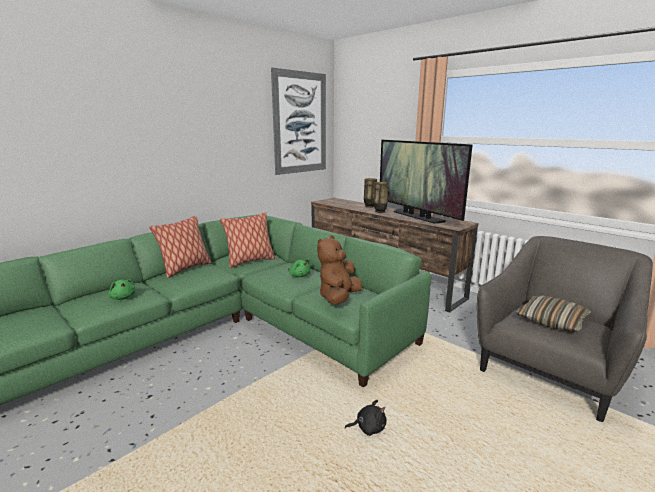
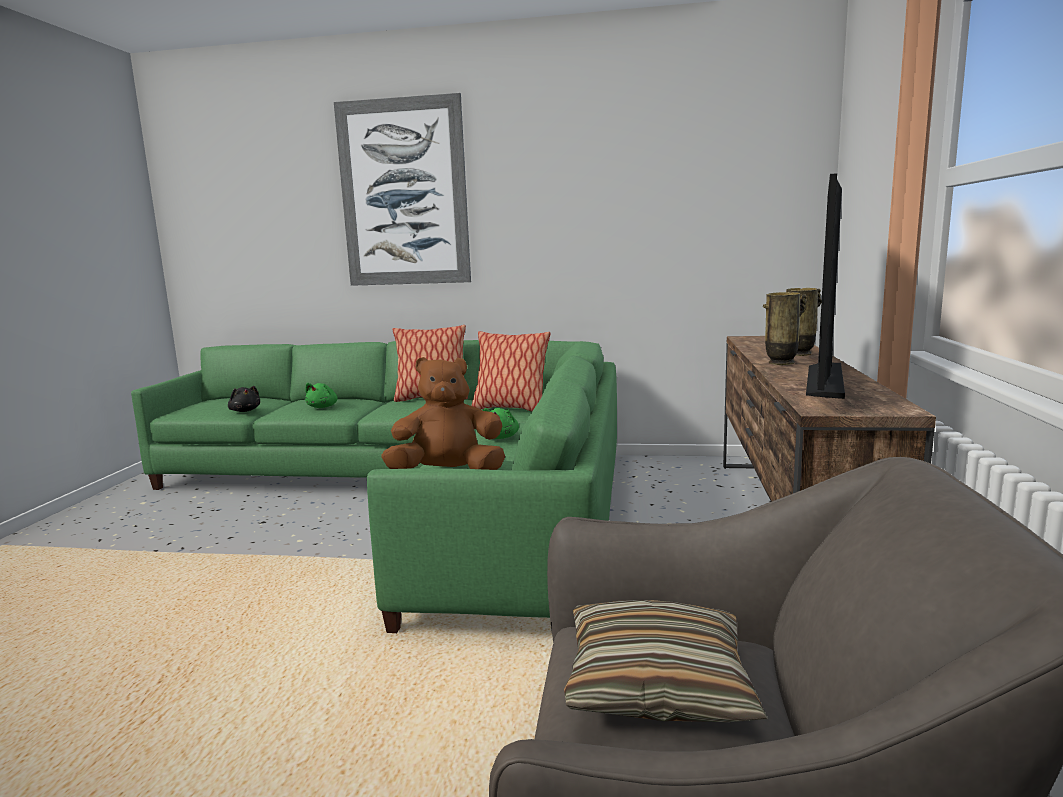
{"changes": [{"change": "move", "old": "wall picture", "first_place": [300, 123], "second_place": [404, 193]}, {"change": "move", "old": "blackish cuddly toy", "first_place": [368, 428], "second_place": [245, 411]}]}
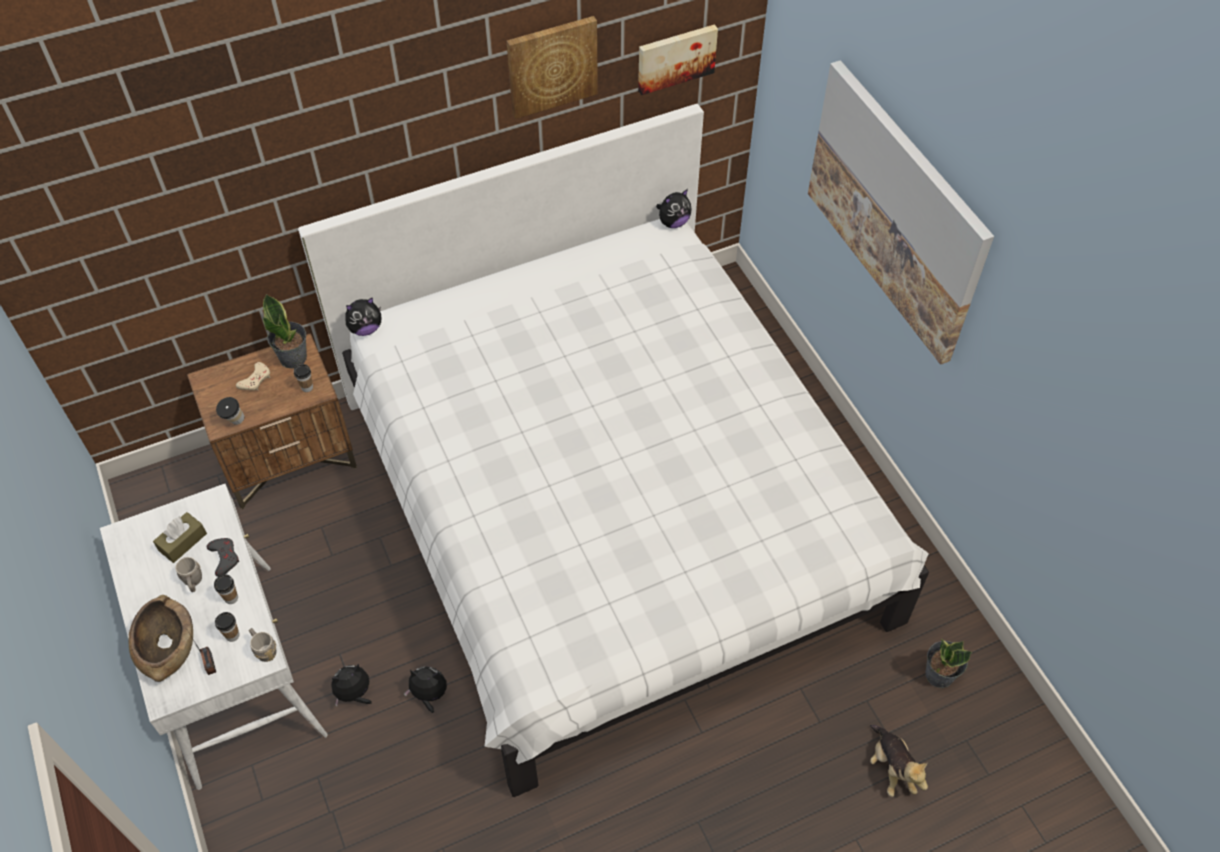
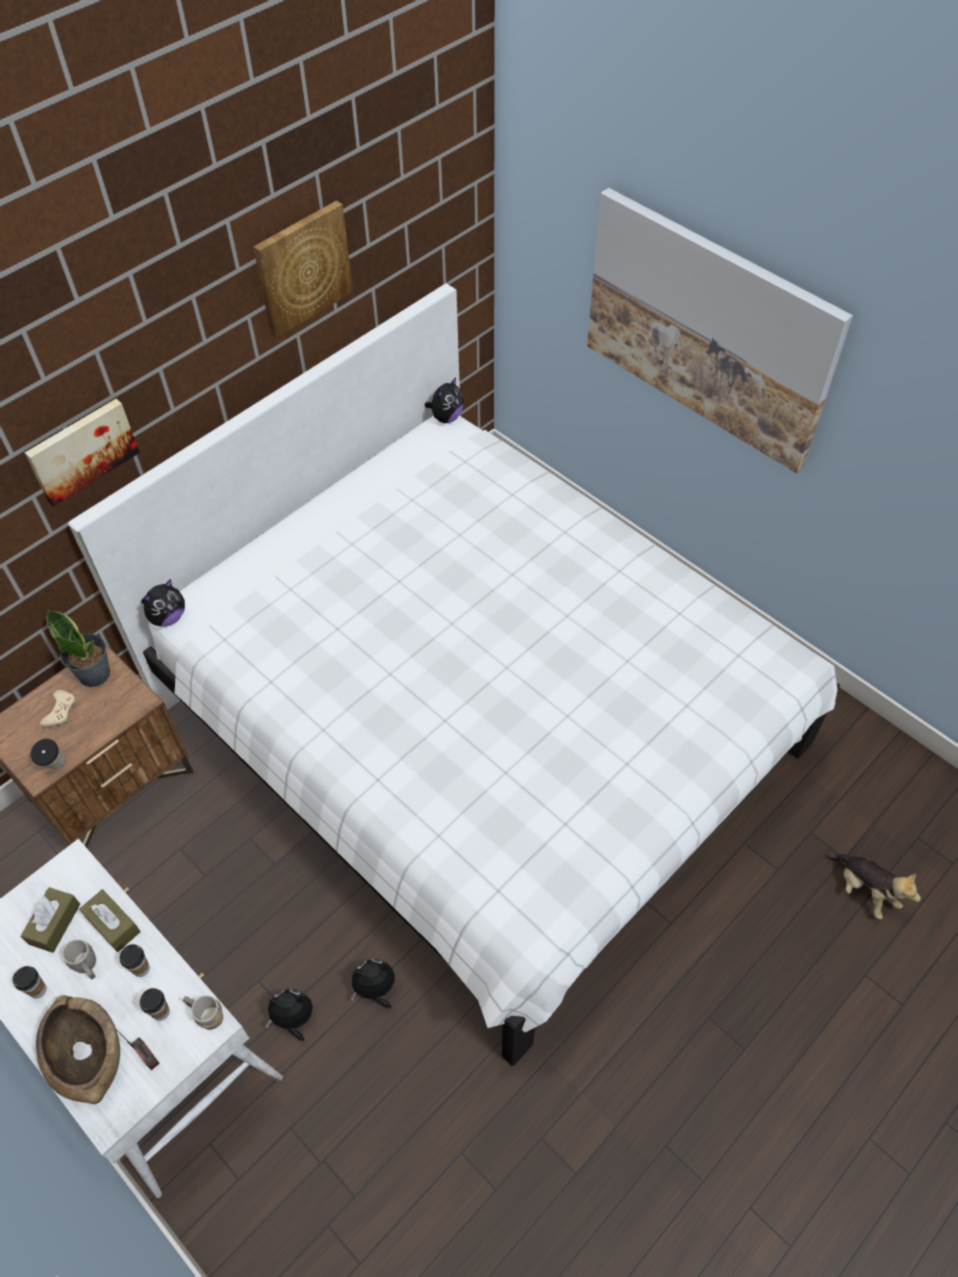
{"changes": [{"change": "delete", "old": "houseplant", "first_place": [939, 674]}, {"change": "move", "old": "small cup", "first_place": [307, 387], "second_place": [38, 990]}, {"change": "move", "old": "wall picture", "first_place": [675, 57], "second_place": [81, 450]}, {"change": "replace", "old": "gray joypad", "new": "brown-coloured tissue holder", "first_place": [224, 557], "second_place": [113, 924]}, {"change": "rotate", "old": "cuddly toy", "first_place": [354, 694], "second_place": [293, 1019], "degrees": 45}]}
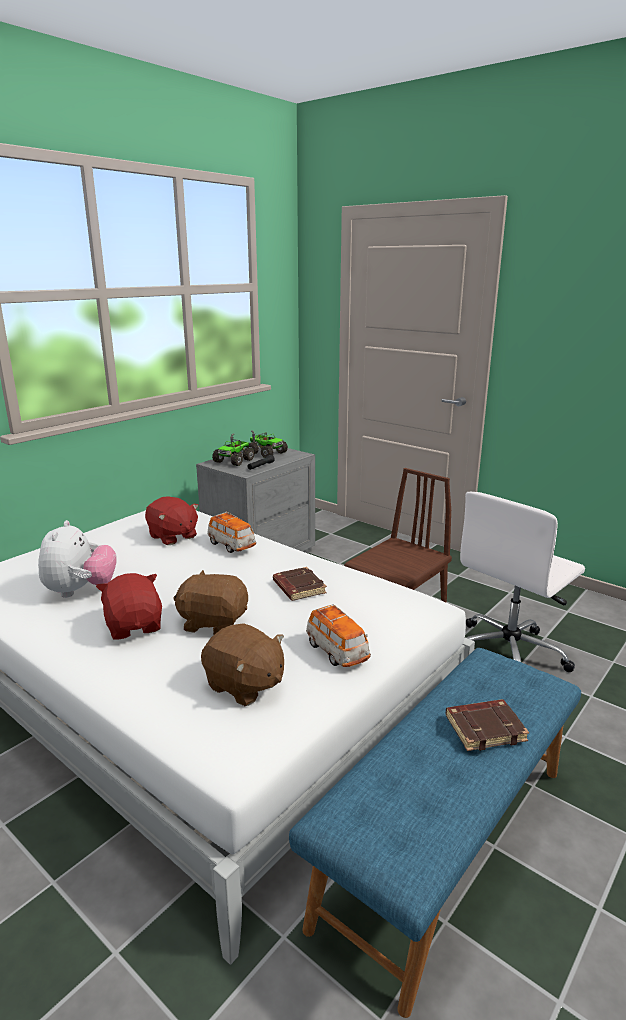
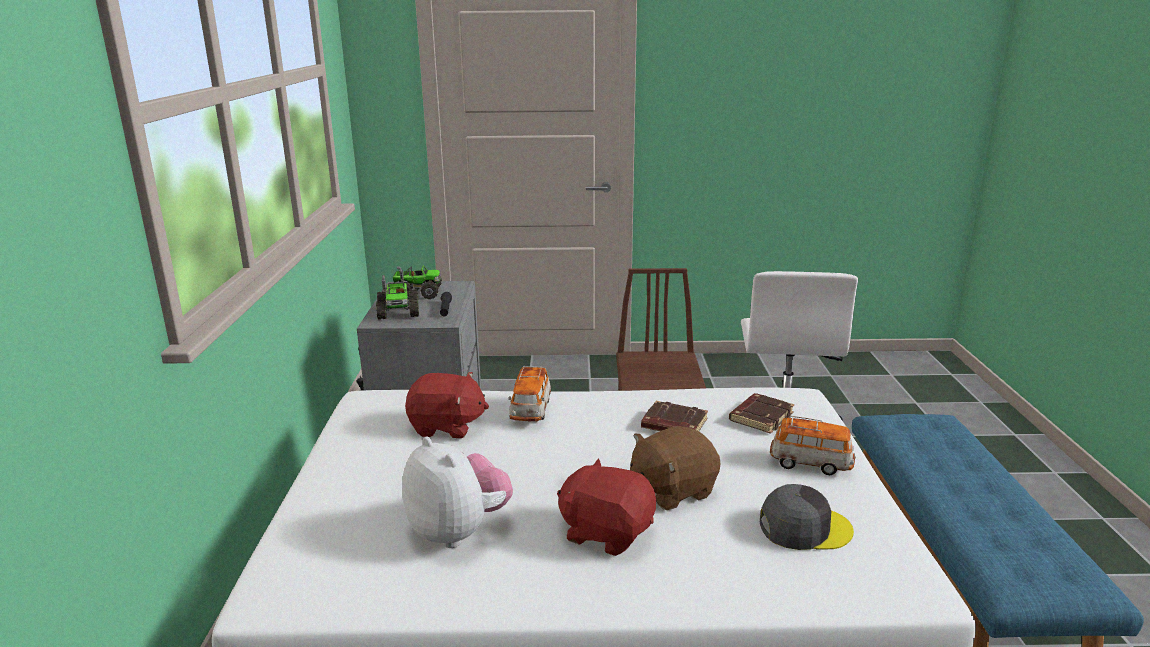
{"changes": [{"change": "move", "old": "brown-coloured volume", "first_place": [485, 728], "second_place": [760, 417]}, {"change": "replace", "old": "brown-coloured cuddly toy", "new": "gray cap", "first_place": [244, 685], "second_place": [804, 528]}, {"change": "rotate", "old": "model car", "first_place": [231, 545], "second_place": [530, 411], "degrees": 90}]}
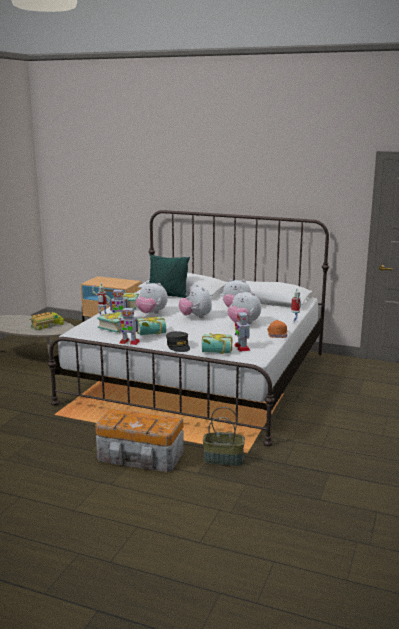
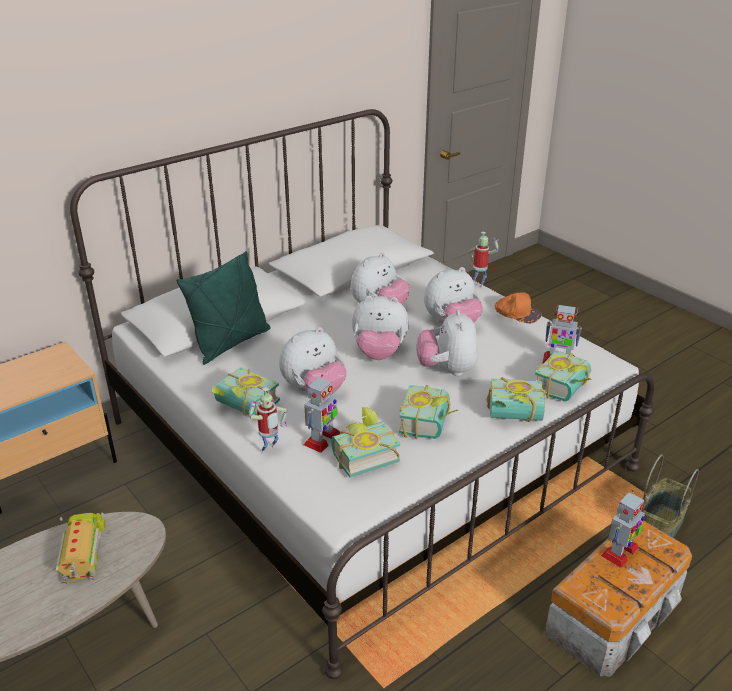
{"changes": [{"change": "insert", "new": "cuddly toy", "second_place": [447, 369]}, {"change": "move", "old": "robot figure", "first_place": [129, 342], "second_place": [620, 552]}, {"change": "replace", "old": "gray cap", "new": "volume", "first_place": [178, 346], "second_place": [514, 416]}]}
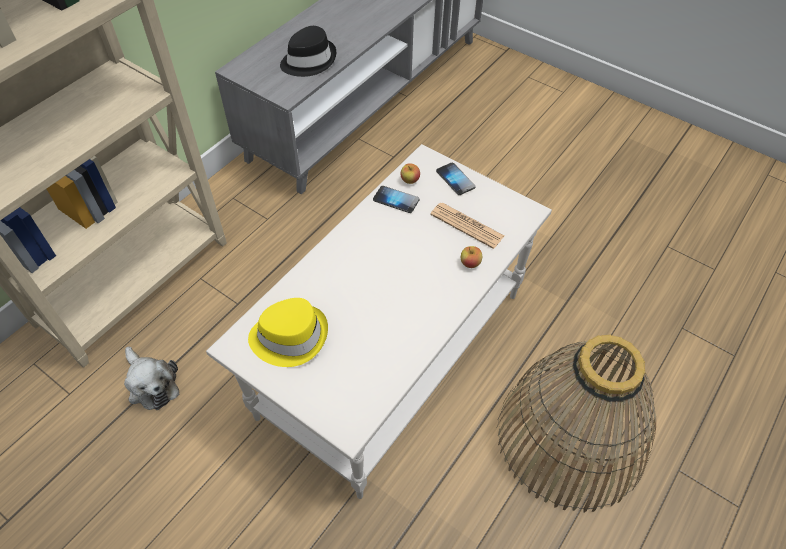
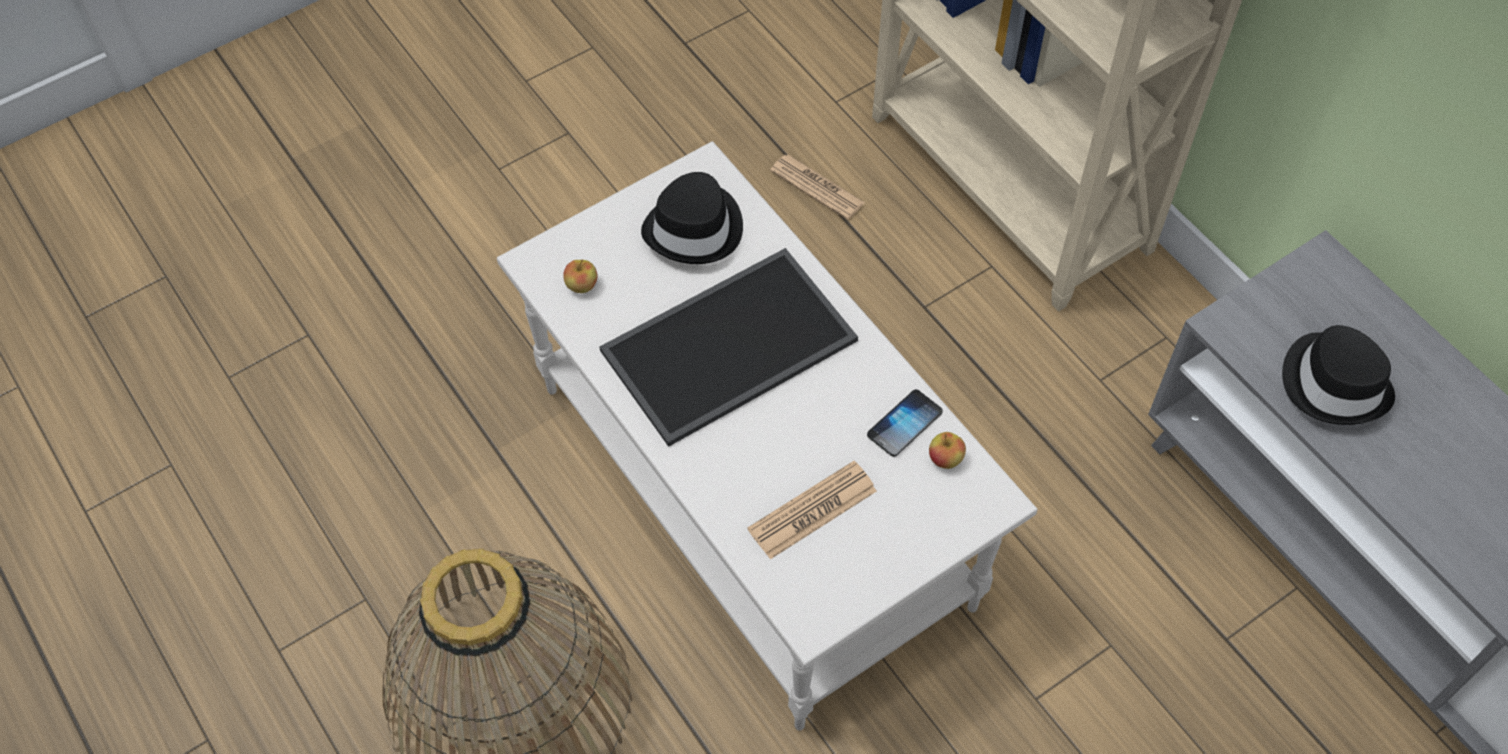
{"changes": [{"change": "delete", "old": "handset", "first_place": [455, 179]}, {"change": "insert", "new": "serving tray", "second_place": [729, 349]}, {"change": "move", "old": "whole apple", "first_place": [470, 263], "second_place": [581, 285]}, {"change": "replace", "old": "cuddly toy", "new": "newspaper", "first_place": [151, 384], "second_place": [817, 187]}, {"change": "recolor", "old": "yellowish wearable hat", "new": "blackish wearable hat", "first_place": [289, 336], "second_place": [695, 229]}]}
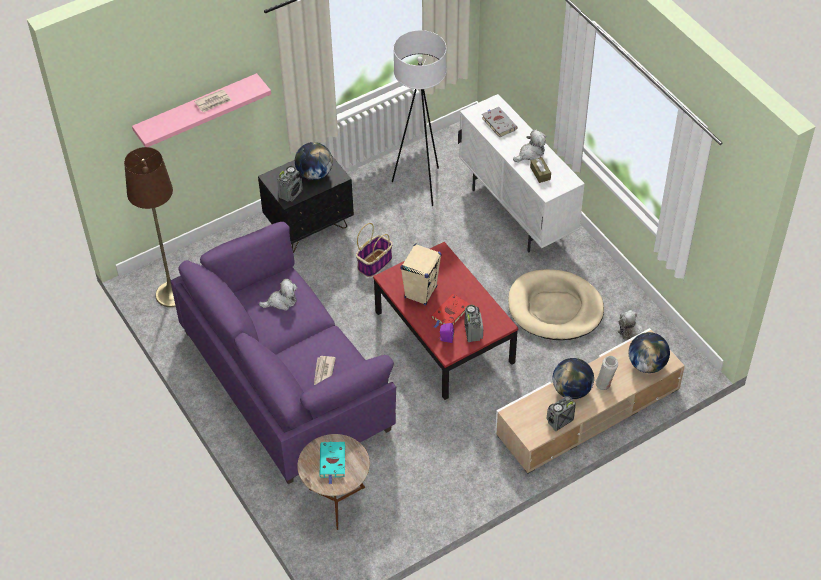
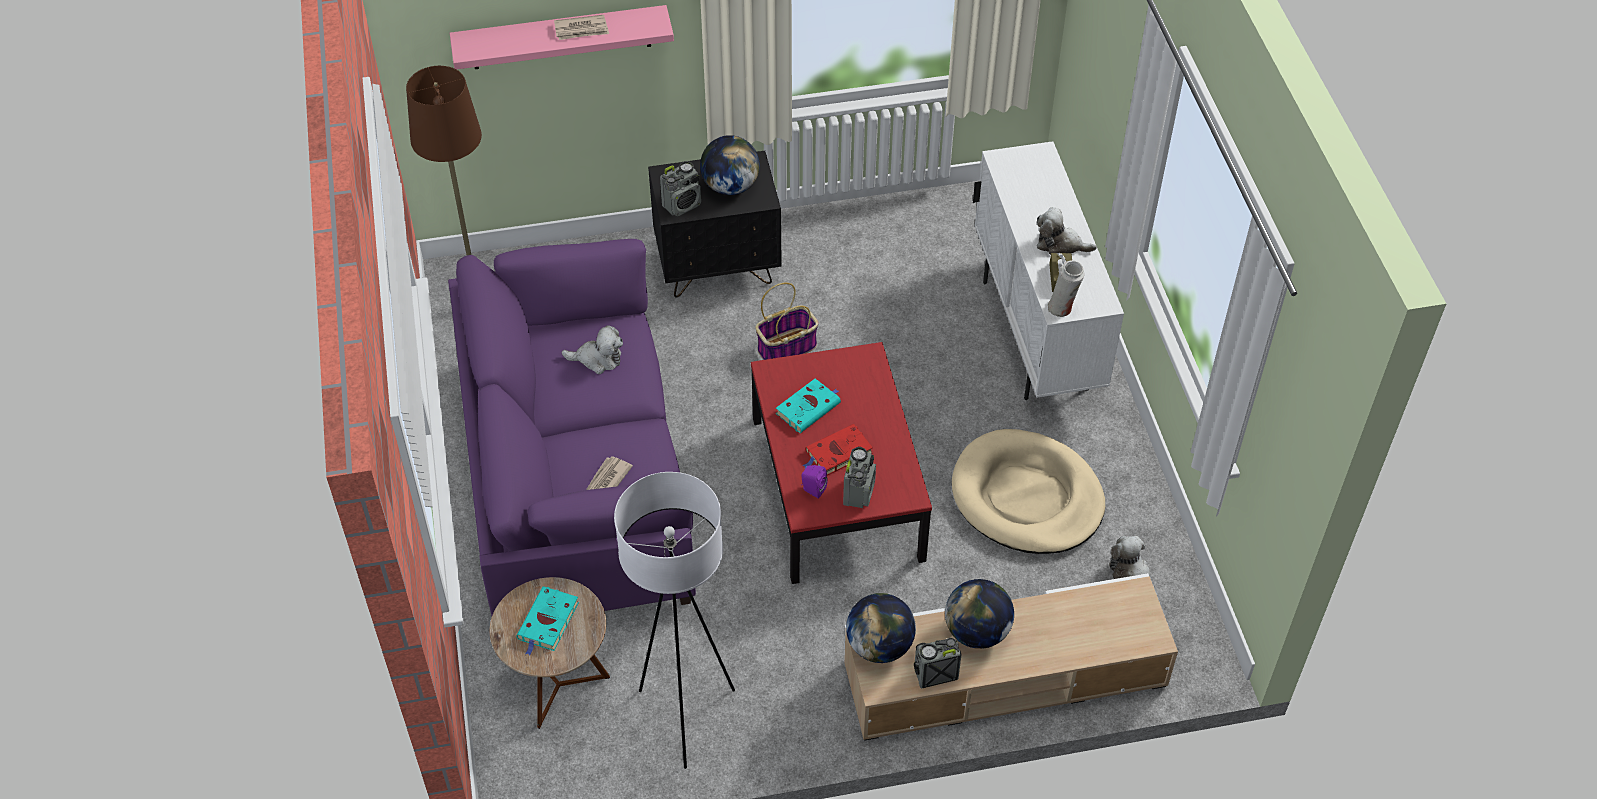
{"changes": [{"change": "delete", "old": "gray volume", "first_place": [498, 123]}, {"change": "move", "old": "white standing lamp", "first_place": [421, 185], "second_place": [686, 717]}, {"change": "move", "old": "white flower vase", "first_place": [605, 384], "second_place": [1062, 309]}, {"change": "move", "old": "desk globe", "first_place": [646, 364], "second_place": [879, 646]}, {"change": "replace", "old": "sand-coloured speaker", "new": "blue-green volume", "first_place": [420, 292], "second_place": [809, 407]}, {"change": "rotate", "old": "cuddly toy", "first_place": [530, 153], "second_place": [1060, 244], "degrees": -150}]}
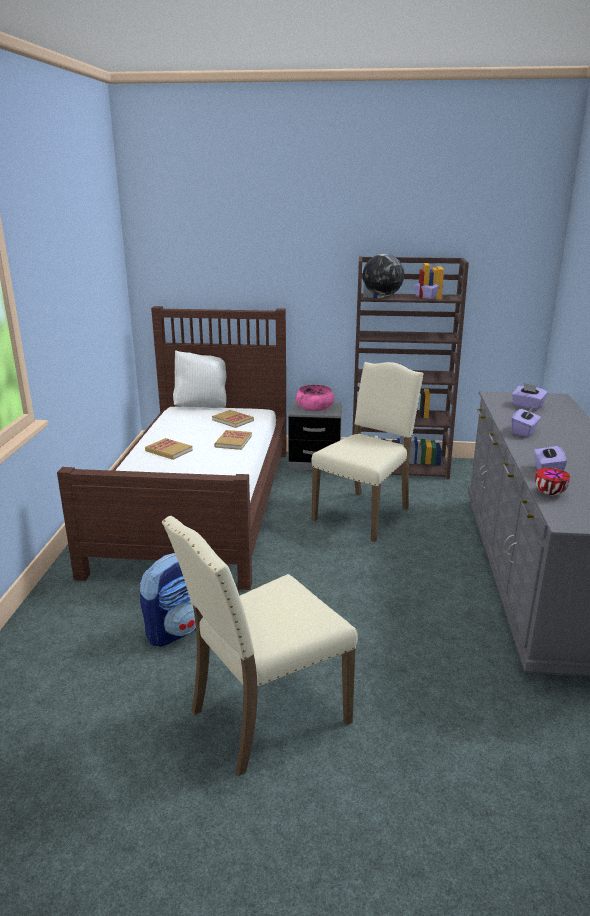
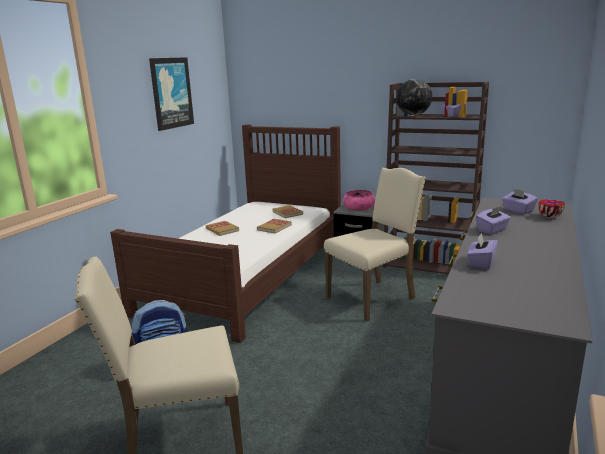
{"changes": [{"change": "delete", "old": "white pillow", "first_place": [202, 407]}, {"change": "insert", "new": "wall picture", "second_place": [171, 93]}, {"change": "move", "old": "serving bowl", "first_place": [549, 492], "second_place": [549, 217]}]}
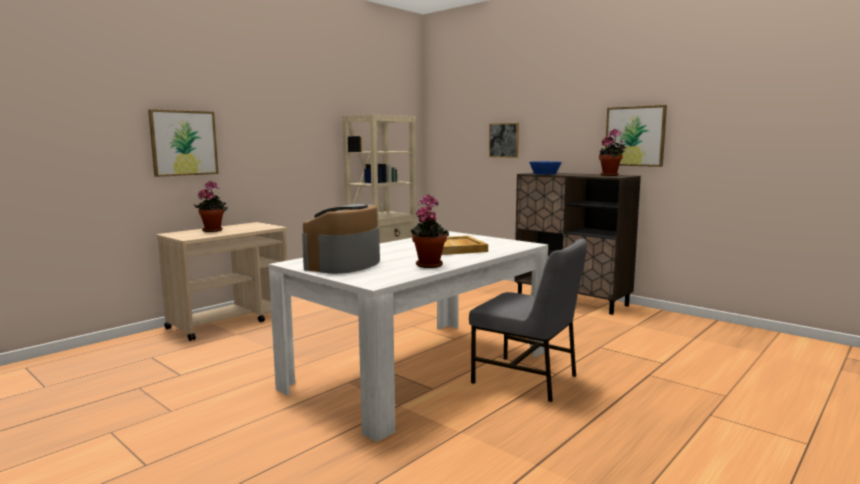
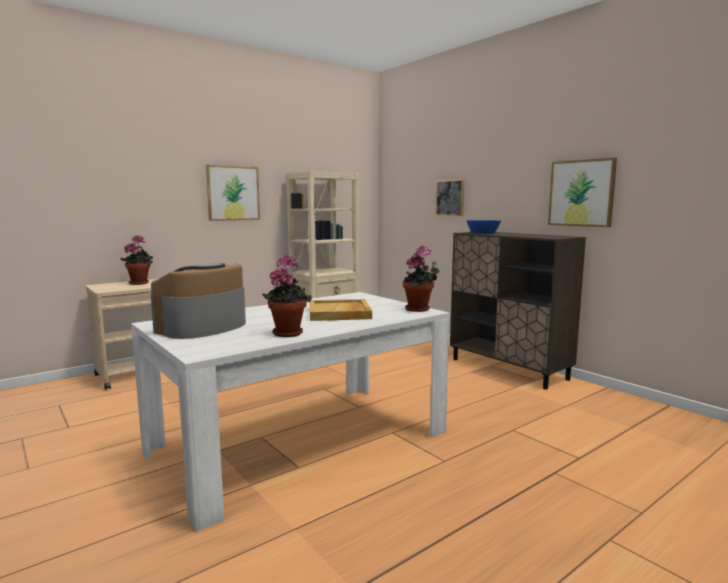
{"changes": [{"change": "delete", "old": "gray chair", "first_place": [526, 379]}, {"change": "move", "old": "wall picture", "first_place": [184, 143], "second_place": [233, 193]}, {"change": "move", "old": "houseplant", "first_place": [611, 175], "second_place": [419, 309]}]}
